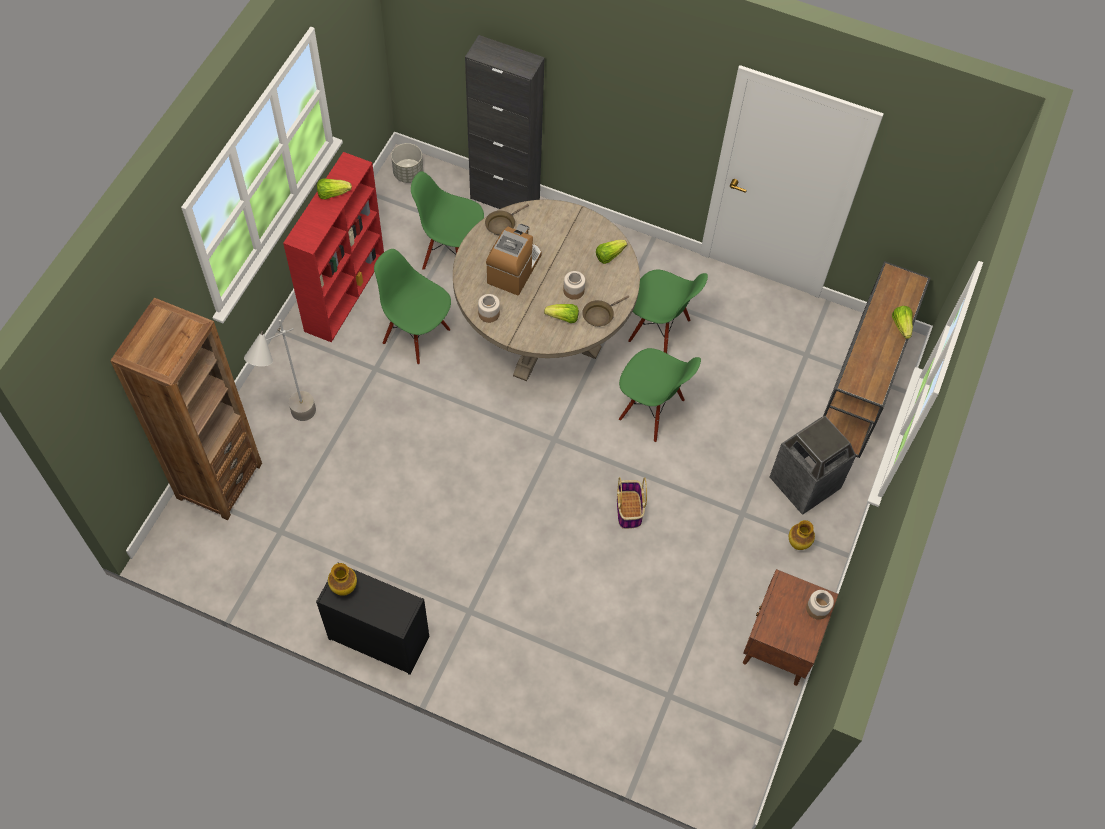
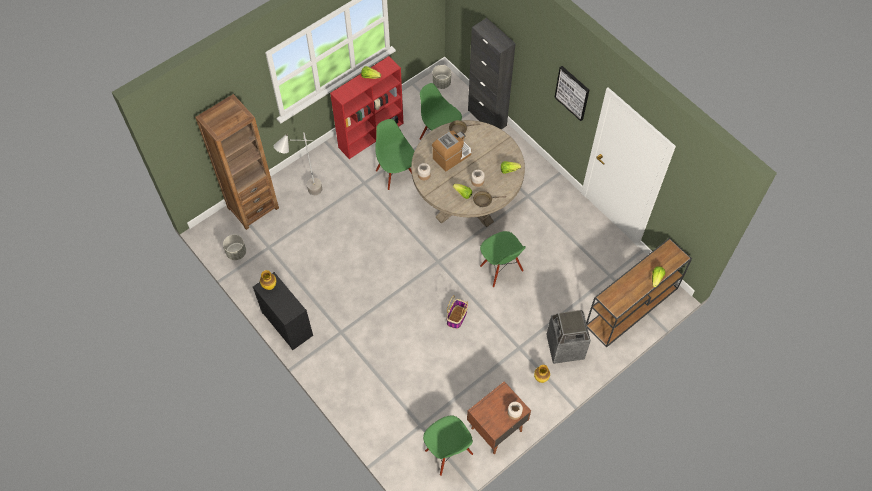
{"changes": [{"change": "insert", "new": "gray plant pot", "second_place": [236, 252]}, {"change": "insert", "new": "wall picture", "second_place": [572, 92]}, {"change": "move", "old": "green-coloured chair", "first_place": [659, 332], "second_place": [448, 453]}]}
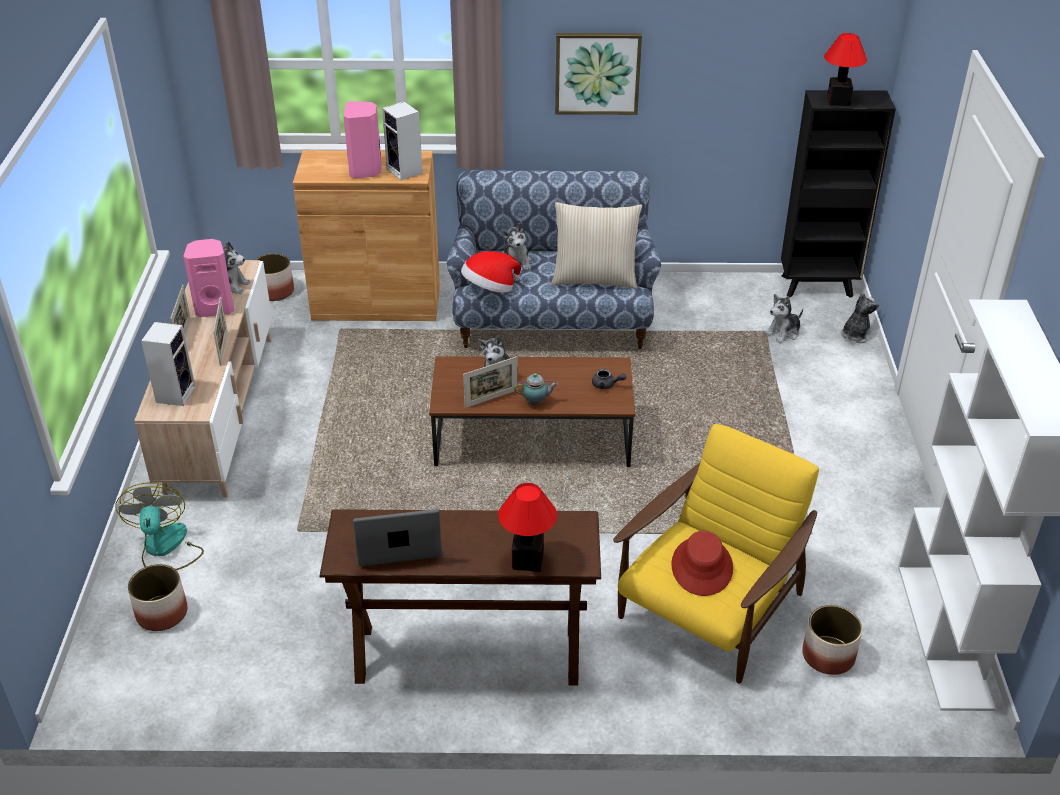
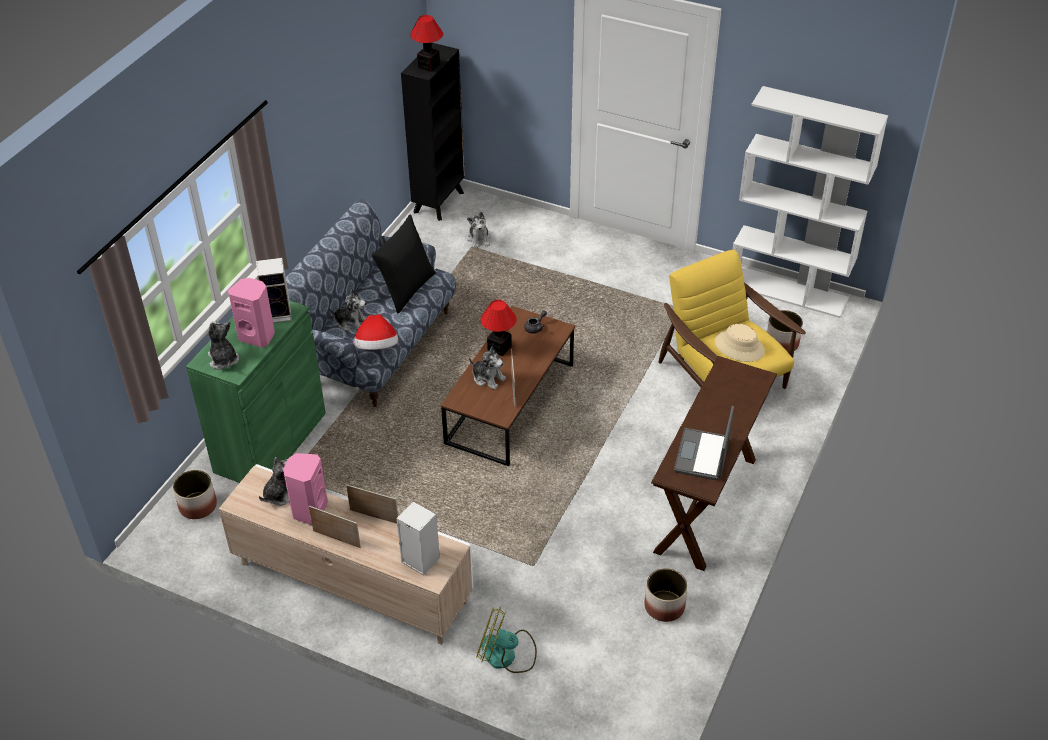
{"changes": [{"change": "delete", "old": "tea pot", "first_place": [536, 403]}, {"change": "delete", "old": "wall picture", "first_place": [597, 73]}, {"change": "move", "old": "plant pot", "first_place": [161, 613], "second_place": [664, 606]}, {"change": "move", "old": "lamp for a table", "first_place": [528, 559], "second_place": [499, 348]}, {"change": "move", "old": "cuddly toy", "first_place": [855, 335], "second_place": [223, 360]}, {"change": "recolor", "old": "brown-coloured cabinet", "new": "green-coloured cabinet", "first_place": [376, 303], "second_place": [270, 442]}, {"change": "recolor", "old": "sand-coloured pillow", "new": "blackish pillow", "first_place": [594, 279], "second_place": [406, 289]}, {"change": "recolor", "old": "reddish wearable hat", "new": "sand-coloured wearable hat", "first_place": [702, 567], "second_place": [739, 346]}]}
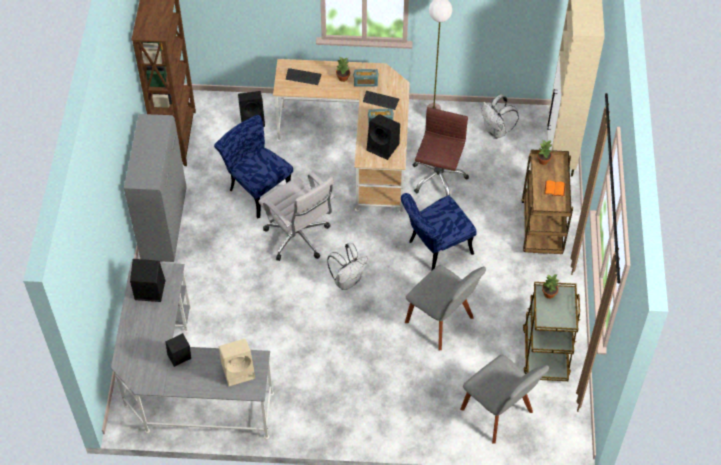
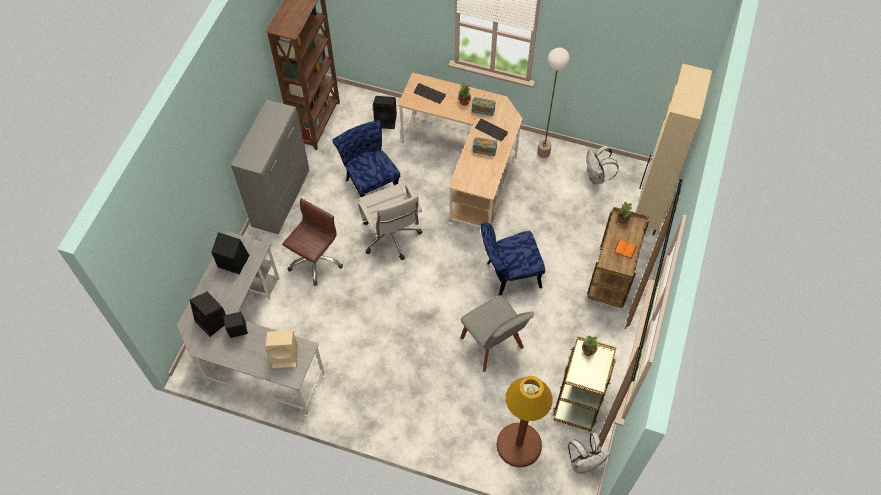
{"changes": [{"change": "move", "old": "white knapsack", "first_place": [347, 280], "second_place": [584, 463]}, {"change": "move", "old": "blackish speaker", "first_place": [383, 147], "second_place": [212, 321]}, {"change": "move", "old": "brown-coloured computer chair", "first_place": [438, 178], "second_place": [315, 261]}, {"change": "replace", "old": "gray chair", "new": "brown-coloured standing lamp", "first_place": [499, 413], "second_place": [519, 445]}]}
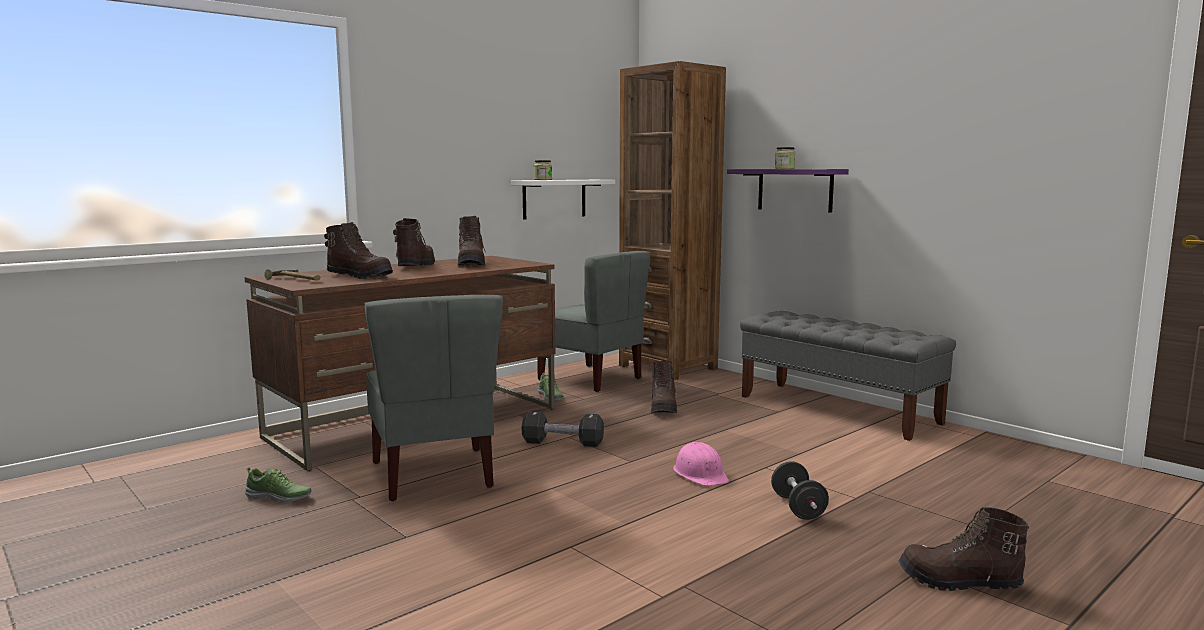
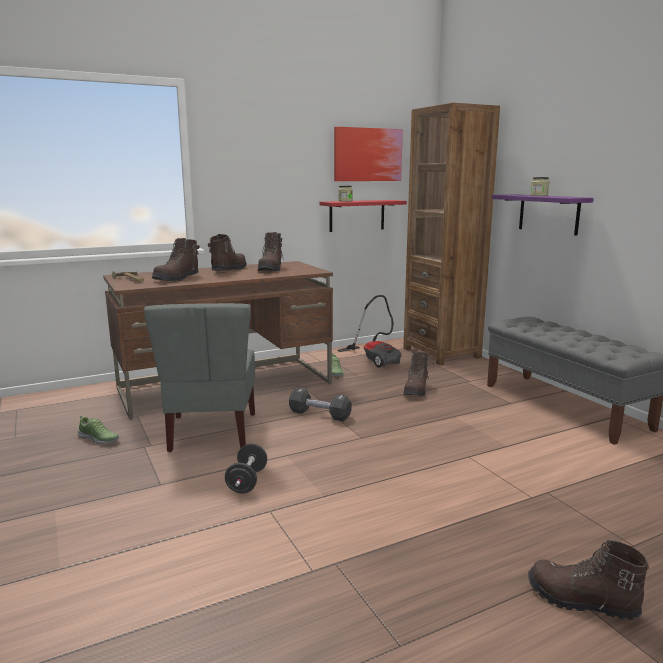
{"changes": [{"change": "delete", "old": "pinkish safety helmet", "first_place": [700, 474]}, {"change": "insert", "new": "wall picture", "second_place": [367, 154]}, {"change": "move", "old": "blackish free weight", "first_place": [798, 508], "second_place": [247, 481]}, {"change": "replace", "old": "gray chair", "new": "vacuum cleaner", "first_place": [591, 379], "second_place": [375, 359]}, {"change": "recolor", "old": "white bracket shelf", "new": "reddish bracket shelf", "first_place": [554, 198], "second_place": [357, 215]}, {"change": "rotate", "old": "brown-coloured tall boot", "first_place": [360, 276], "second_place": [177, 278], "degrees": 75}]}
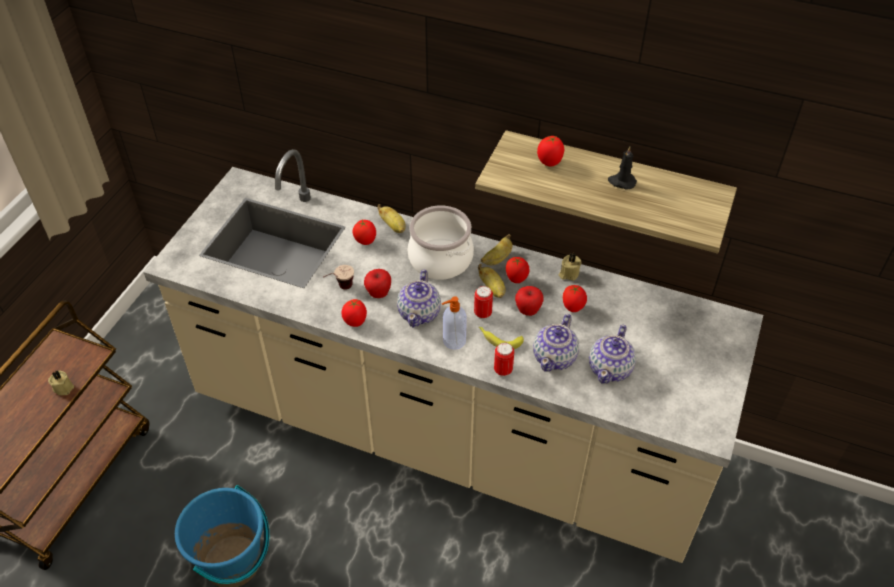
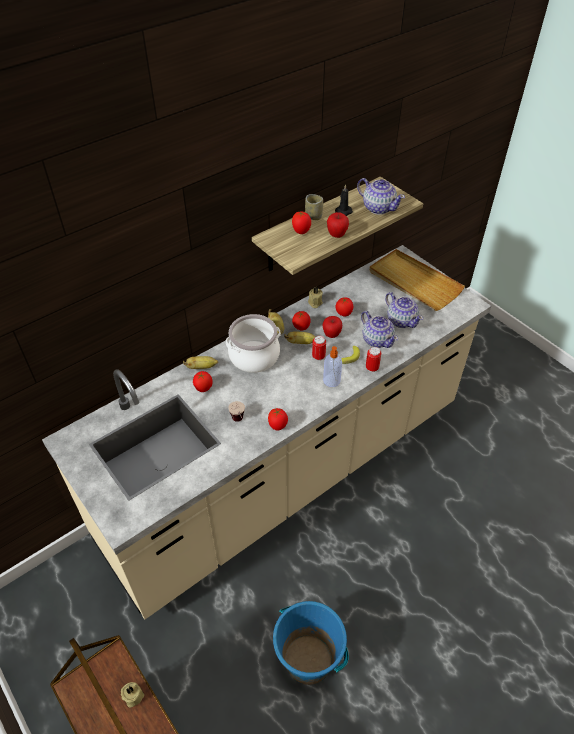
{"changes": [{"change": "insert", "new": "small cup", "second_place": [313, 216]}, {"change": "insert", "new": "sand-coloured serving tray", "second_place": [414, 282]}, {"change": "move", "old": "whole apple", "first_place": [378, 293], "second_place": [336, 235]}, {"change": "move", "old": "tea pot", "first_place": [420, 313], "second_place": [378, 207]}]}
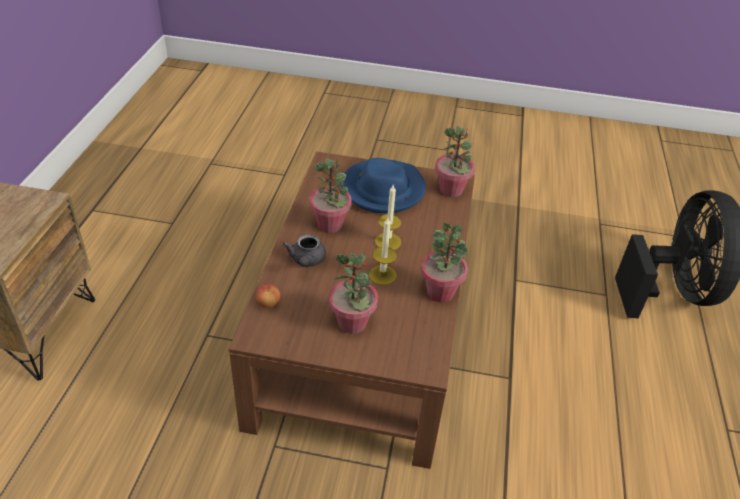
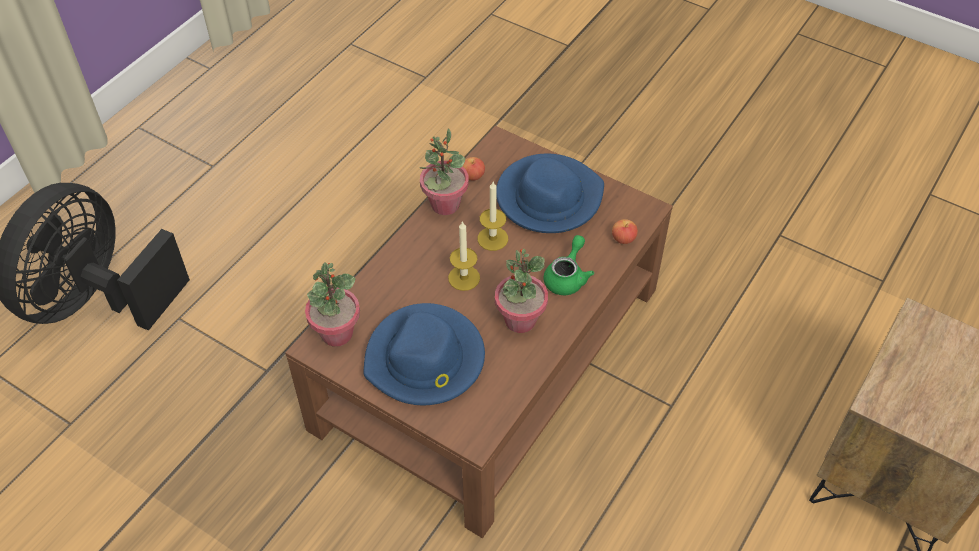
{"changes": [{"change": "insert", "new": "whole apple", "second_place": [473, 176]}, {"change": "replace", "old": "houseplant", "new": "blue-coloured wearable hat", "first_place": [352, 323], "second_place": [548, 197]}, {"change": "recolor", "old": "gray tea pot", "new": "green-coloured tea pot", "first_place": [306, 261], "second_place": [567, 277]}]}
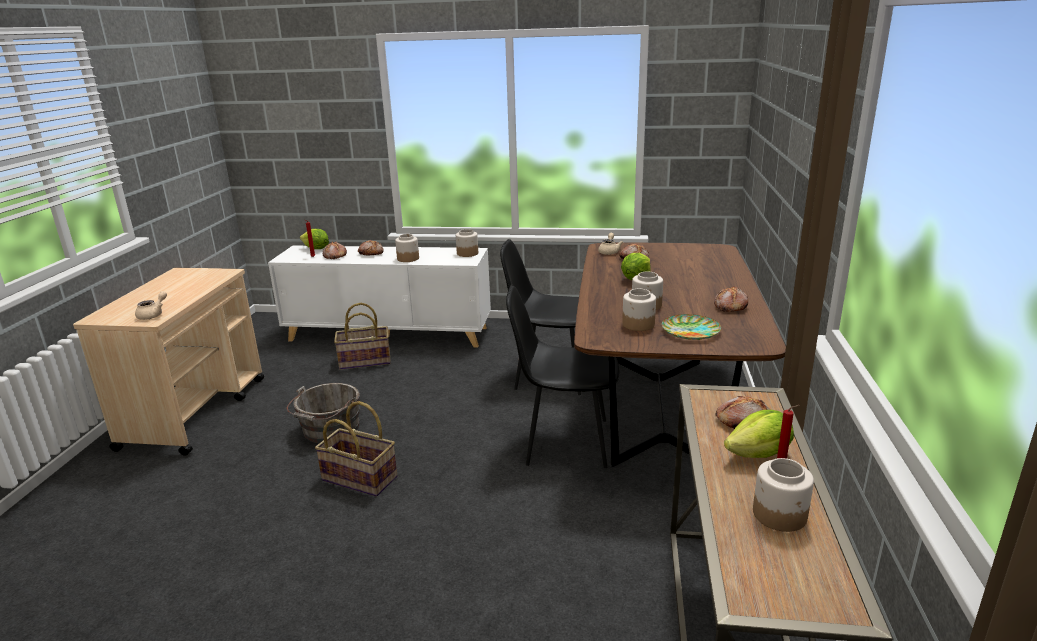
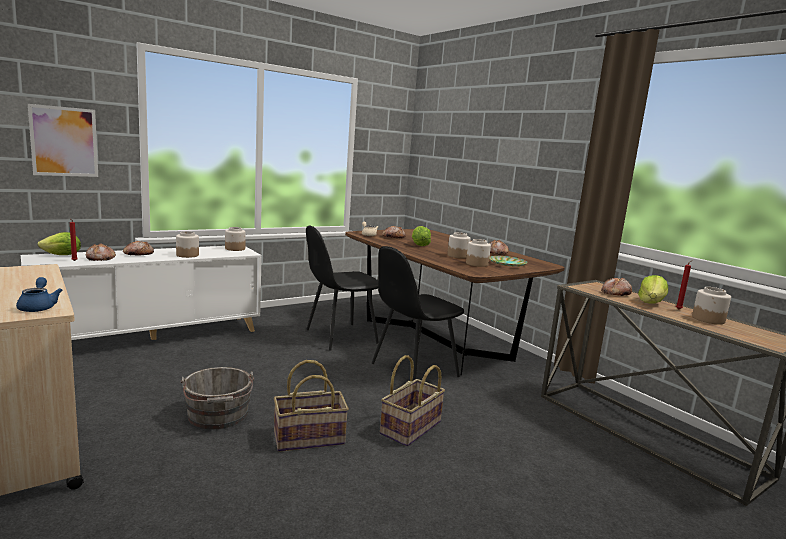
{"changes": [{"change": "insert", "new": "wall picture", "second_place": [64, 141]}, {"change": "move", "old": "household basket", "first_place": [364, 361], "second_place": [411, 428]}, {"change": "recolor", "old": "sand-coloured tea pot", "new": "blue-coloured tea pot", "first_place": [153, 315], "second_place": [38, 307]}]}
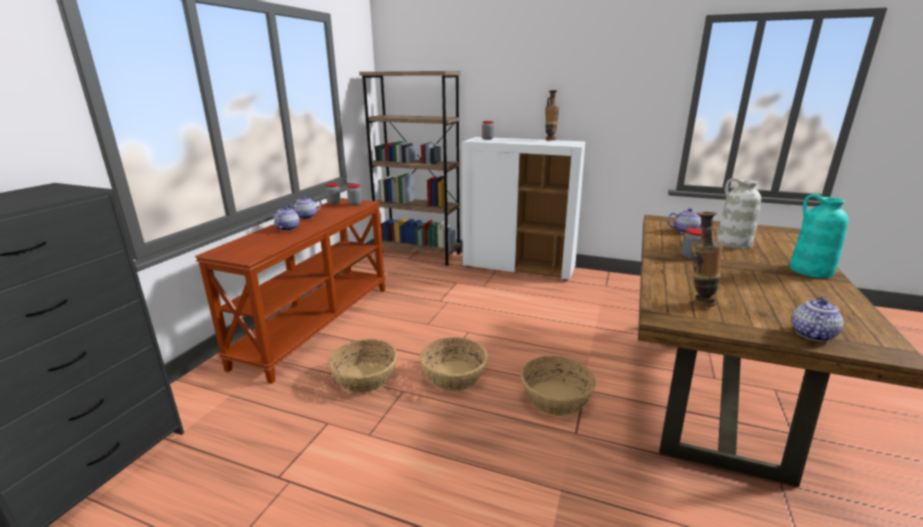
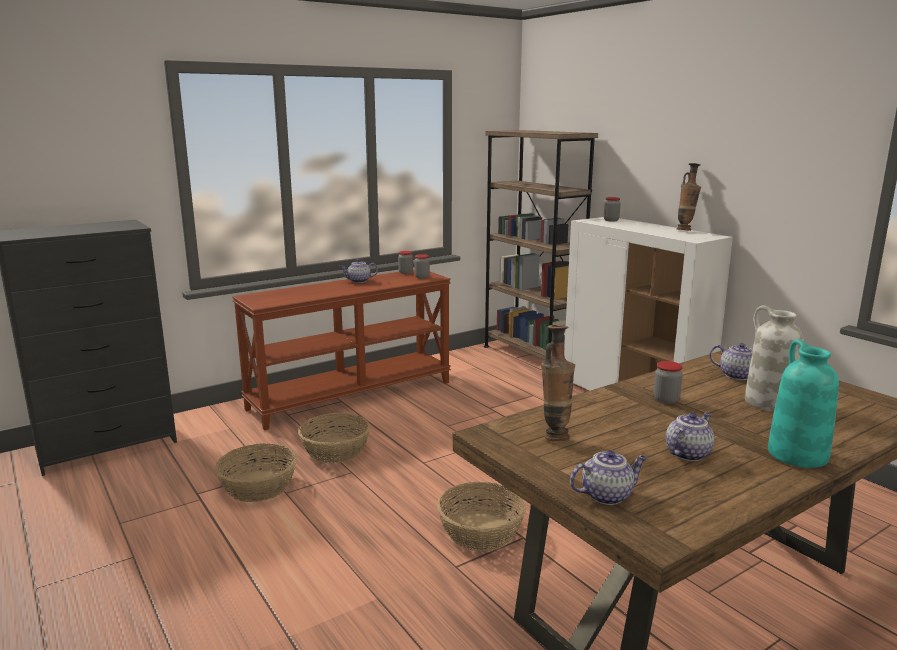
{"changes": [{"change": "move", "old": "tea pot", "first_place": [288, 228], "second_place": [687, 453]}, {"change": "move", "old": "household basket", "first_place": [453, 375], "second_place": [258, 486]}]}
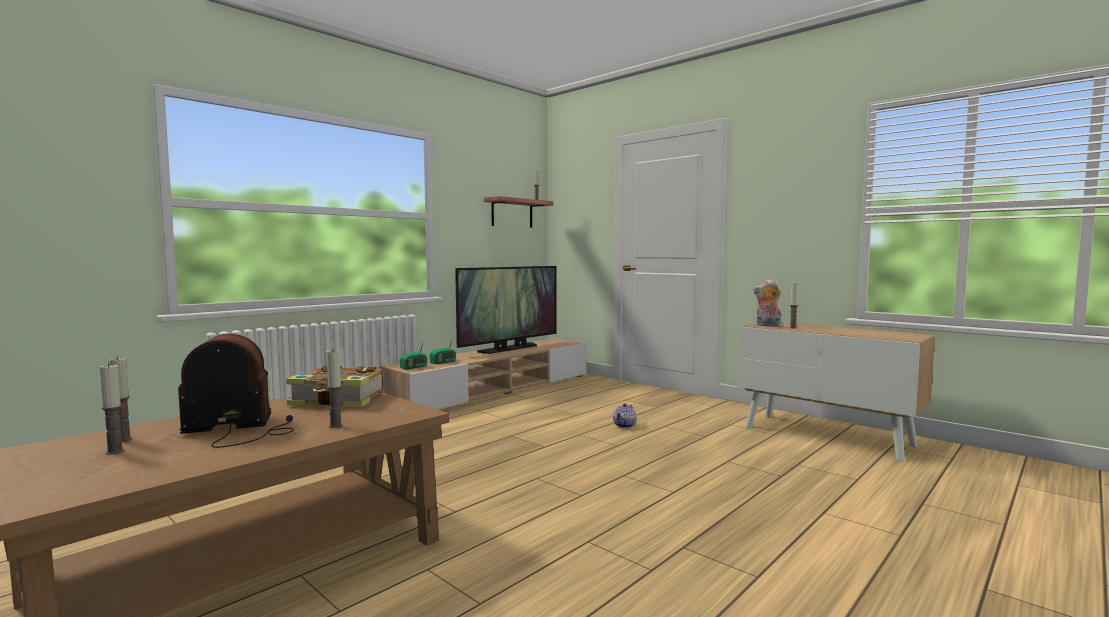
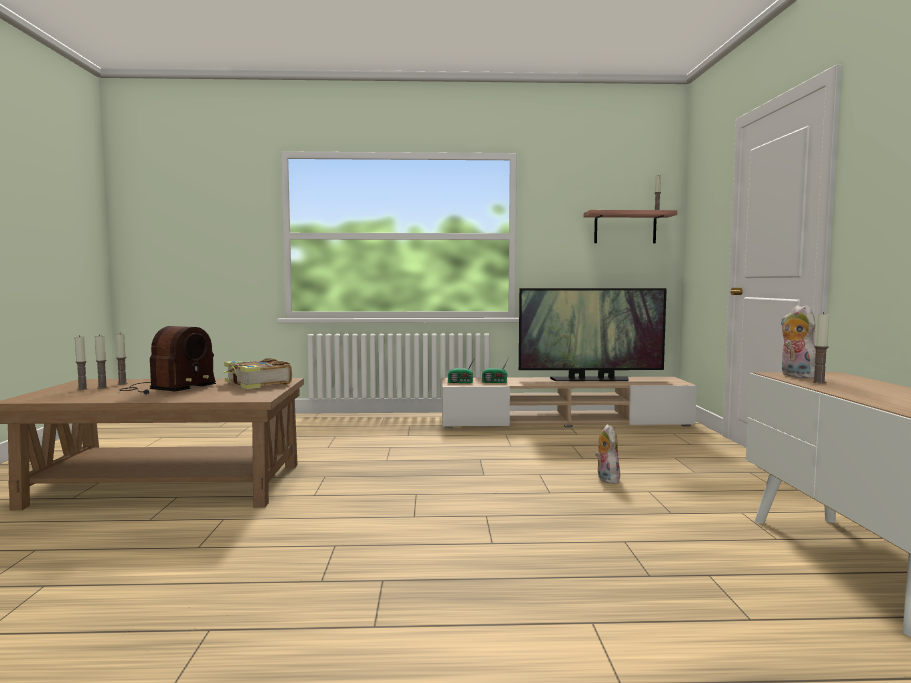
{"changes": [{"change": "move", "old": "candle", "first_place": [335, 426], "second_place": [82, 389]}, {"change": "replace", "old": "tea pot", "new": "cuddly toy", "first_place": [625, 425], "second_place": [606, 479]}, {"change": "rotate", "old": "radio", "first_place": [240, 429], "second_place": [167, 388], "degrees": 90}]}
